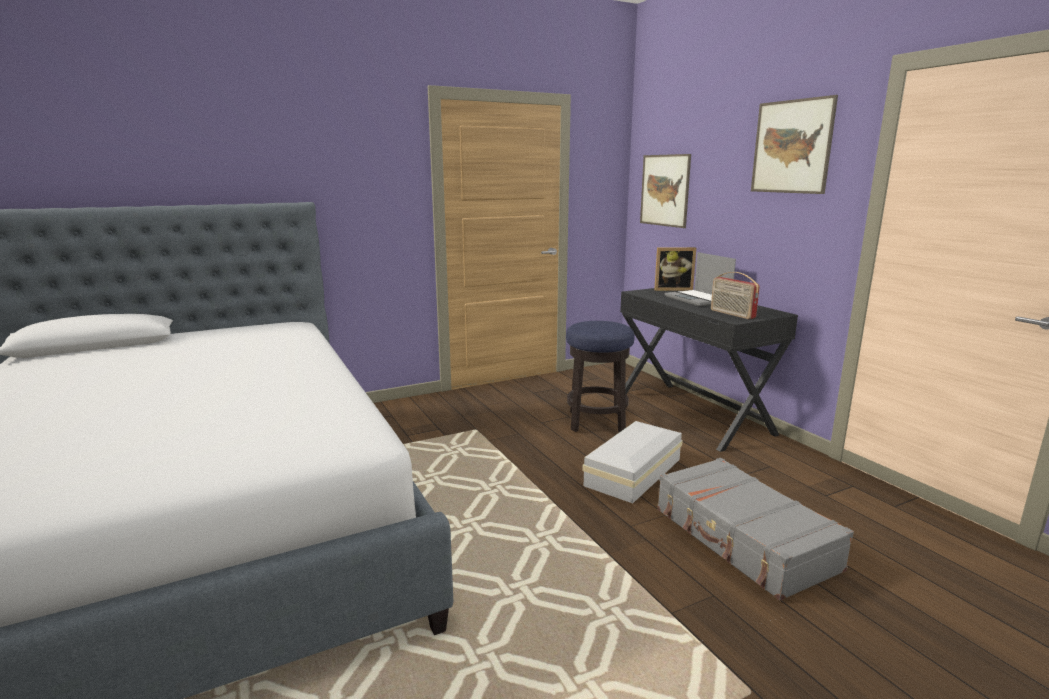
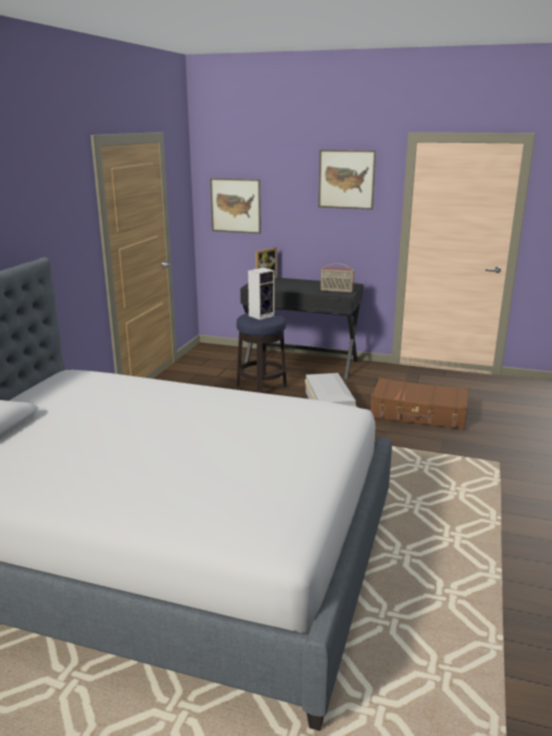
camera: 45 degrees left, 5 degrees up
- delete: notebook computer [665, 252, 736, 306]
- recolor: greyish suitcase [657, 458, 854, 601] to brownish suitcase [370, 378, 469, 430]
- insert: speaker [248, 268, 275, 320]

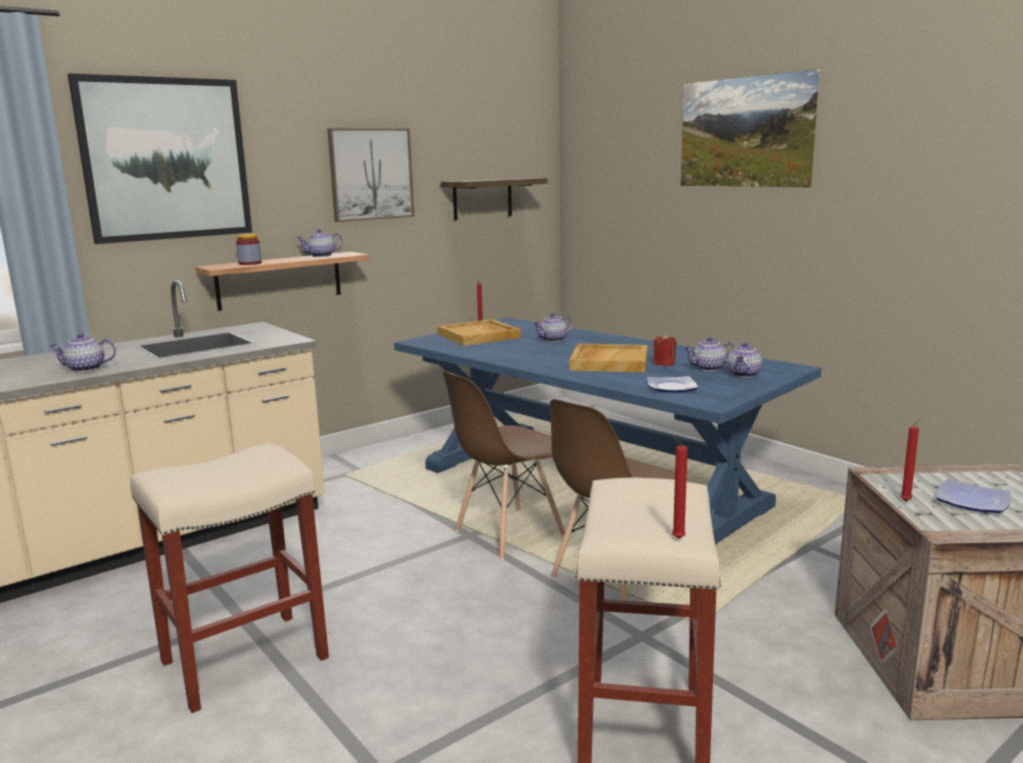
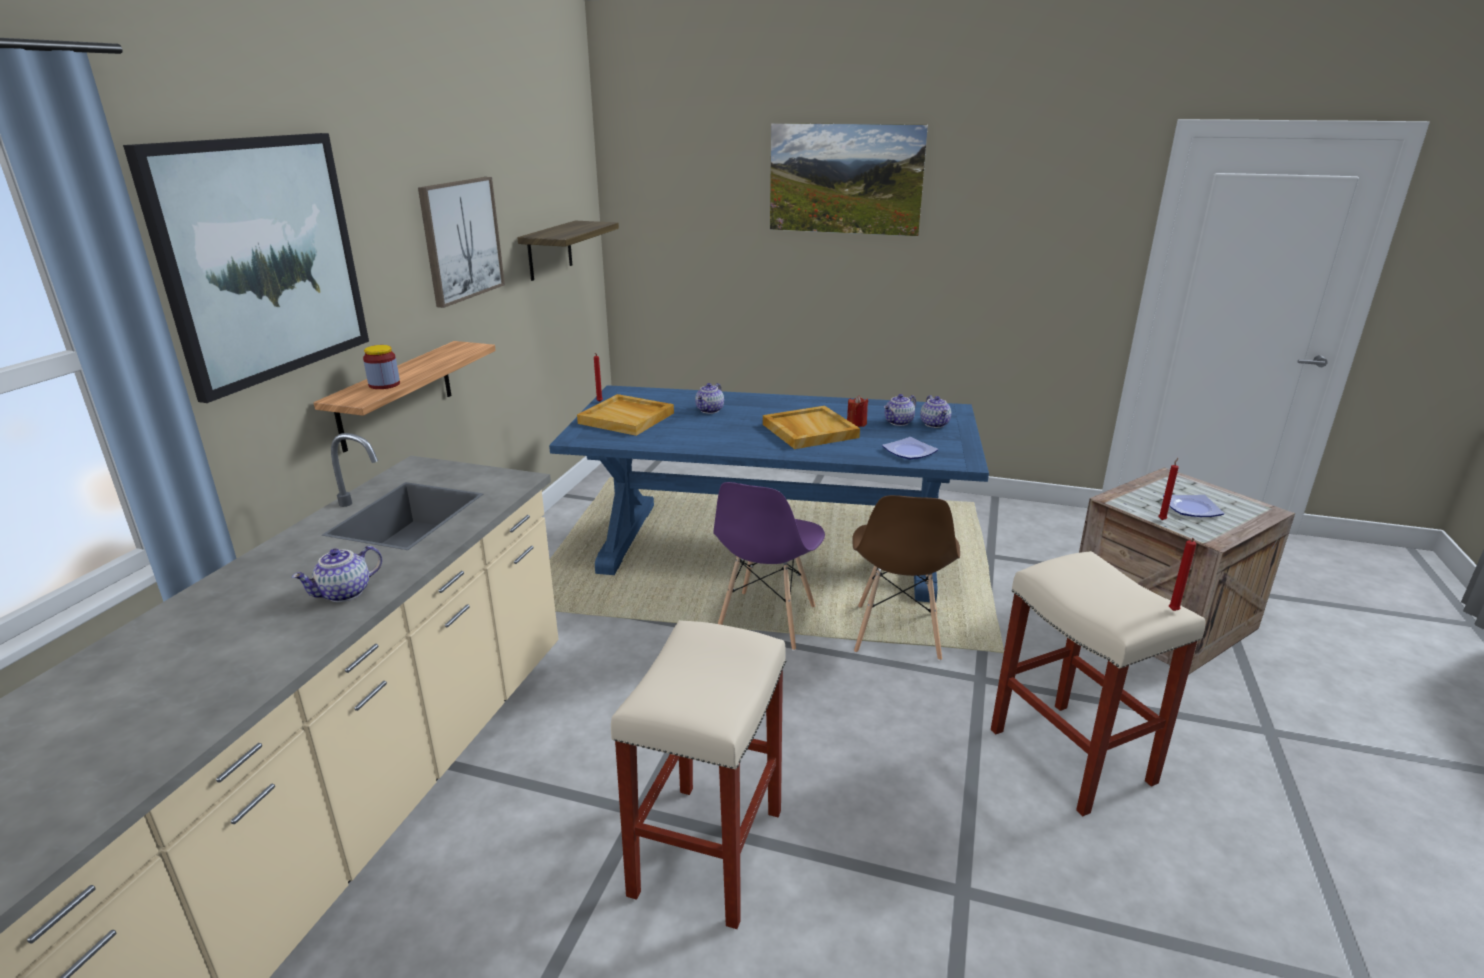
camera: 35 degrees left, 10 degrees up
- delete: pot for tea [297, 229, 343, 257]
- recolor: brownish chair [443, 371, 565, 560] to purplish chair [713, 482, 825, 651]

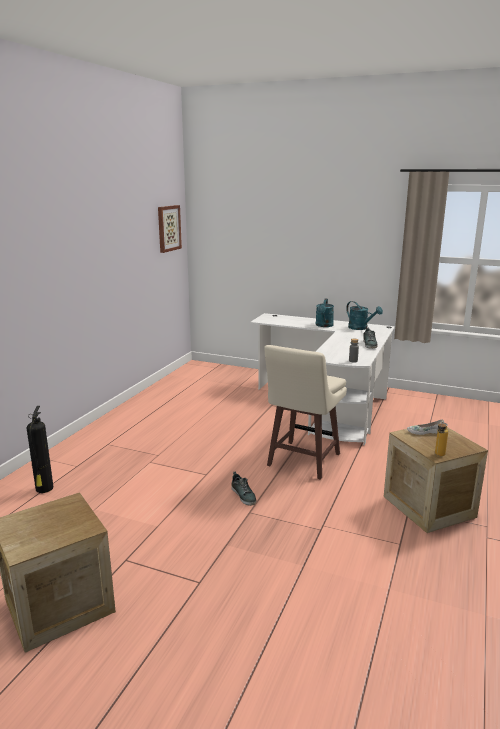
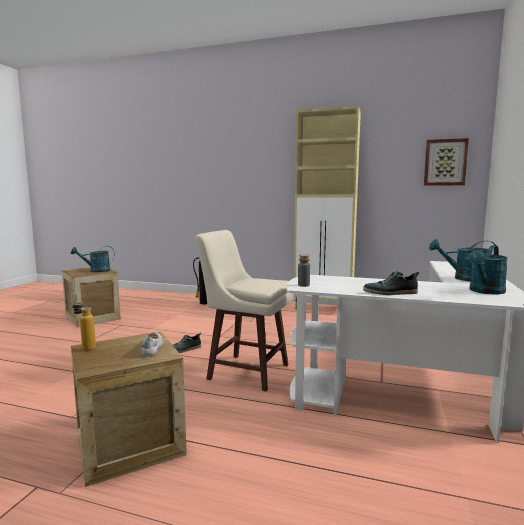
camera: 85 degrees right, 10 degrees down
- insert: sand-coloured storage cabinet [294, 106, 361, 309]
- insert: blue-green watering can [71, 246, 114, 272]

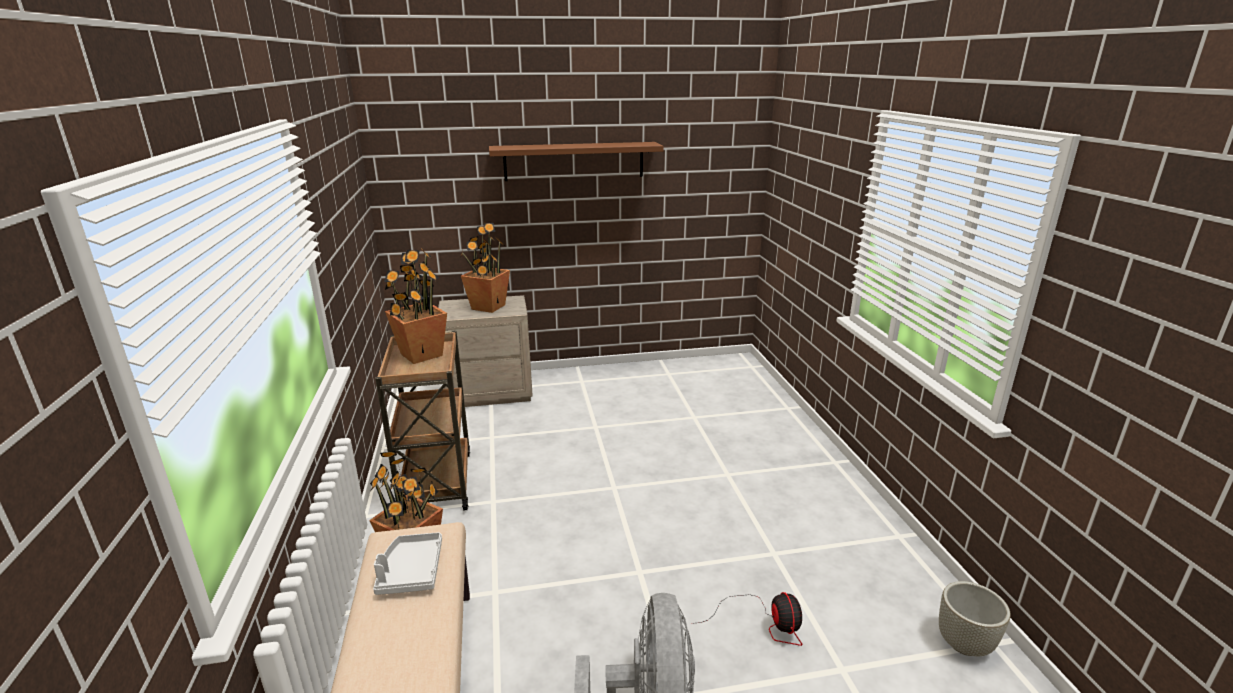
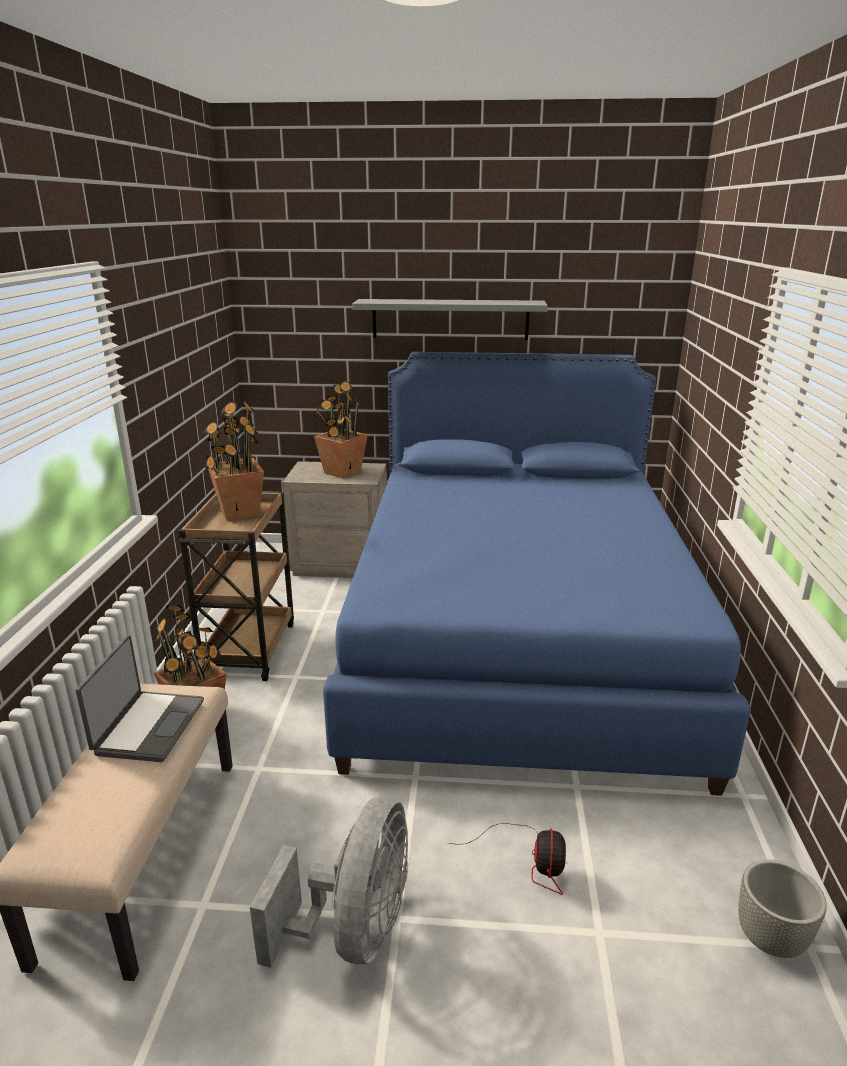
camera: 15 degrees right, 0 degrees up
- recolor: brownish wall shelf [489, 142, 664, 181] to greyish wall shelf [352, 299, 548, 340]
- replace: greyish tray [373, 532, 442, 595] to notebook computer [76, 635, 204, 762]
- insert: blue sleeping bed [323, 352, 751, 796]

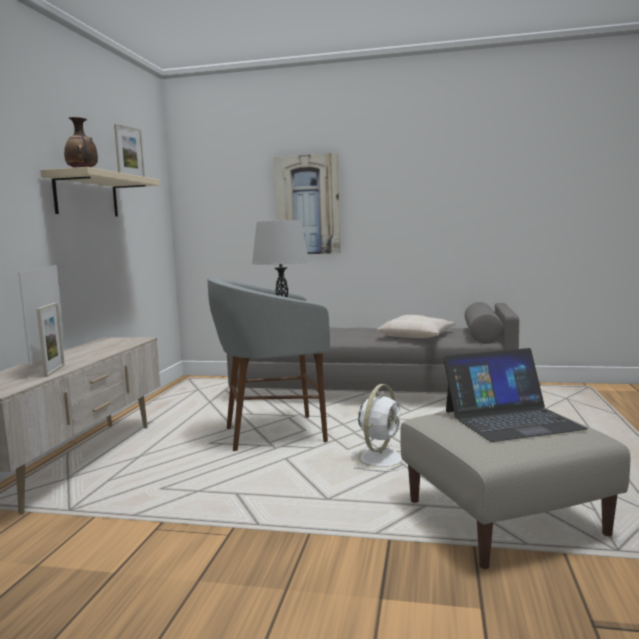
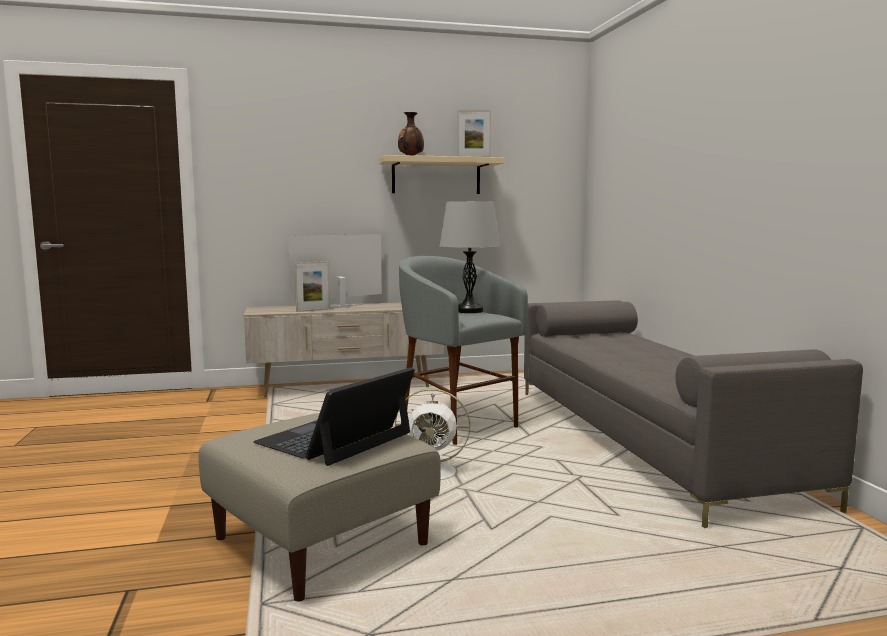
camera: 65 degrees right, 0 degrees up
- delete: wall art [273, 153, 341, 254]
- delete: sand-coloured throw pillow [377, 315, 455, 338]
- rotate: notebook computer [443, 348, 588, 442] = [253, 367, 415, 466] 75 degrees clockwise

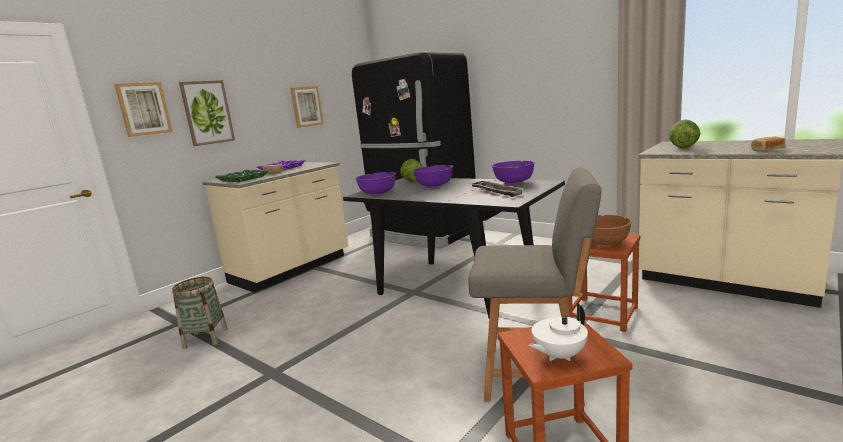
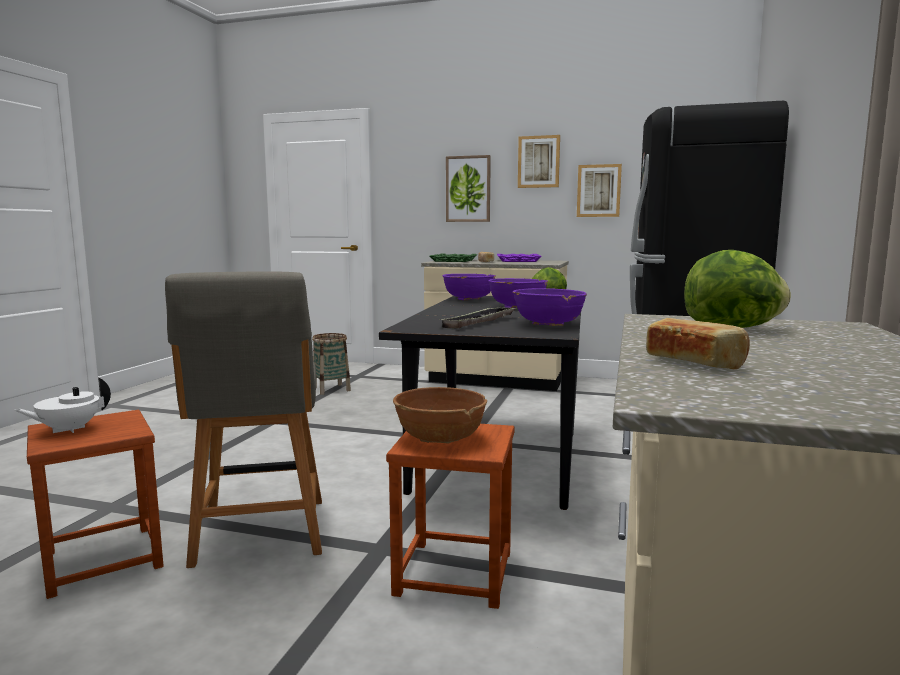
camera: 65 degrees right, 5 degrees down
- move: wall art [114, 82, 173, 137] to [518, 135, 560, 188]
- rotate: white-coloured pot for tea [529, 304, 588, 361] = [14, 377, 111, 433] 75 degrees counterclockwise

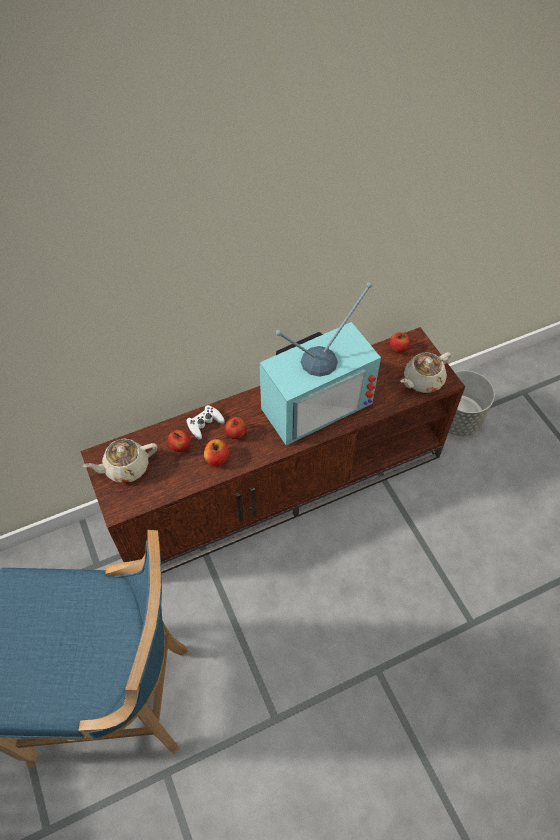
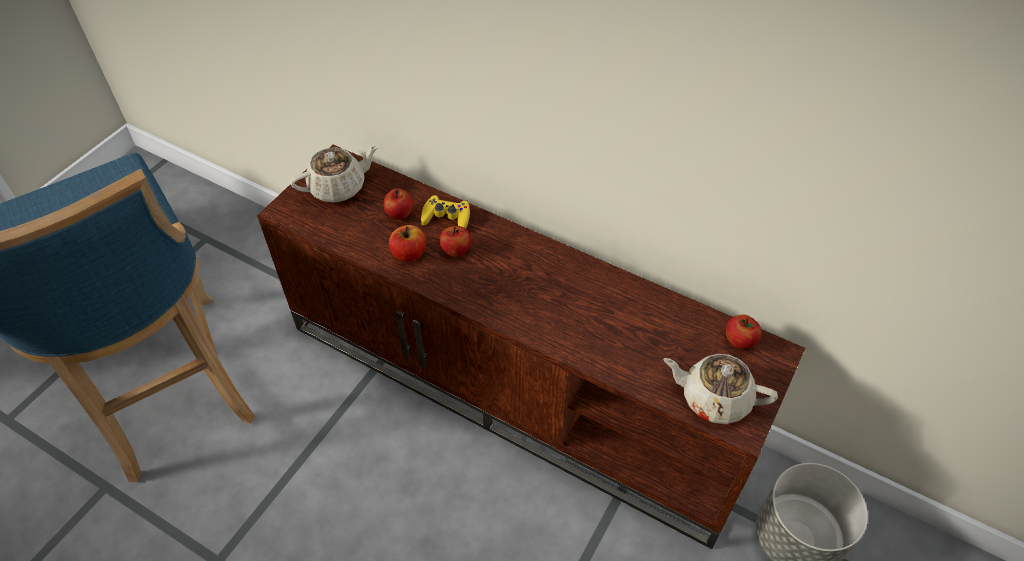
camera: 55 degrees right, 5 degrees down
- delete: TV [259, 282, 381, 446]
- recolor: white-coloured joypad [186, 405, 225, 440] to yellow-coloured joypad [421, 195, 470, 228]
- rotate: sand-coloured pot for tea [83, 439, 157, 483] = [290, 145, 379, 203] 120 degrees clockwise

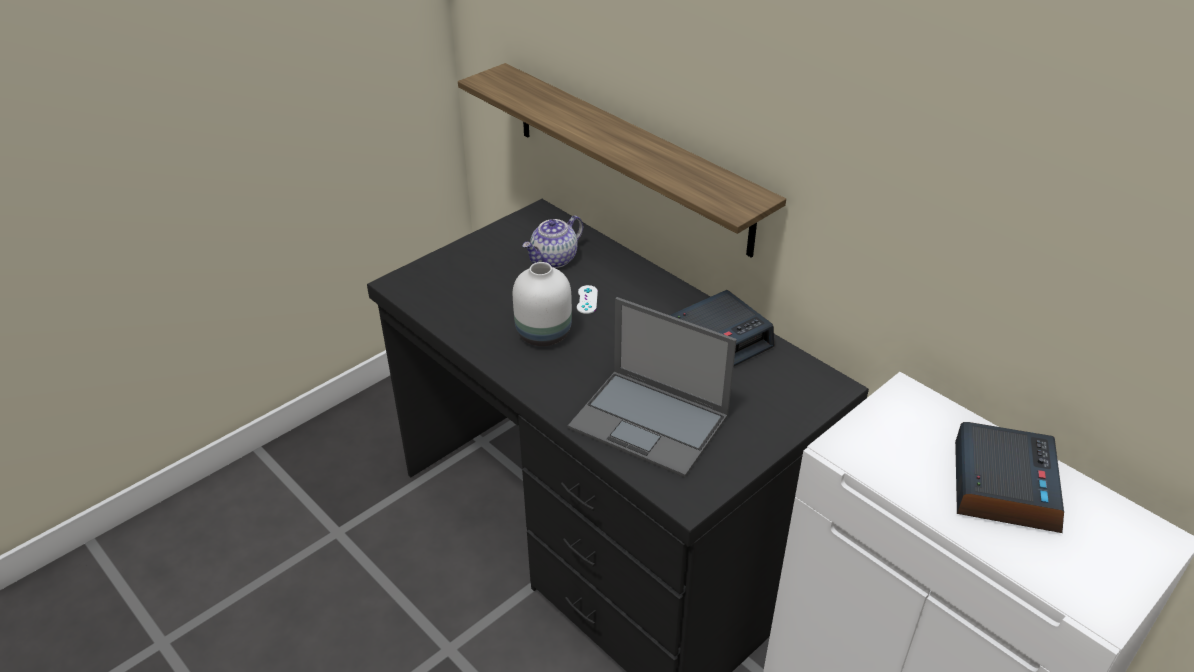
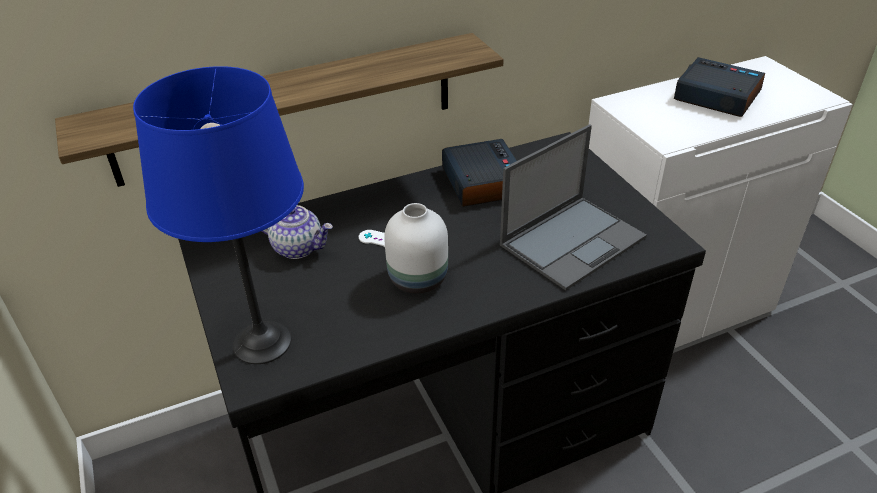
camera: 70 degrees left, 0 degrees up
- rotate: pot for tea [523, 215, 583, 268] = [262, 205, 333, 259] 45 degrees counterclockwise
- insert: blue tabletop lamp [133, 66, 304, 364]

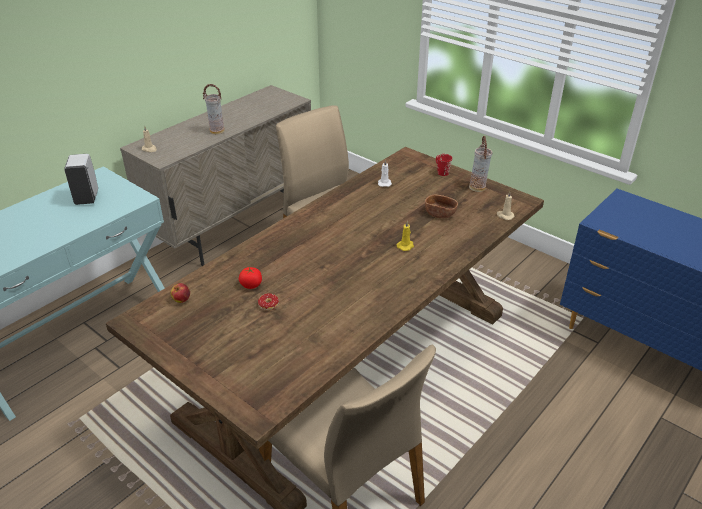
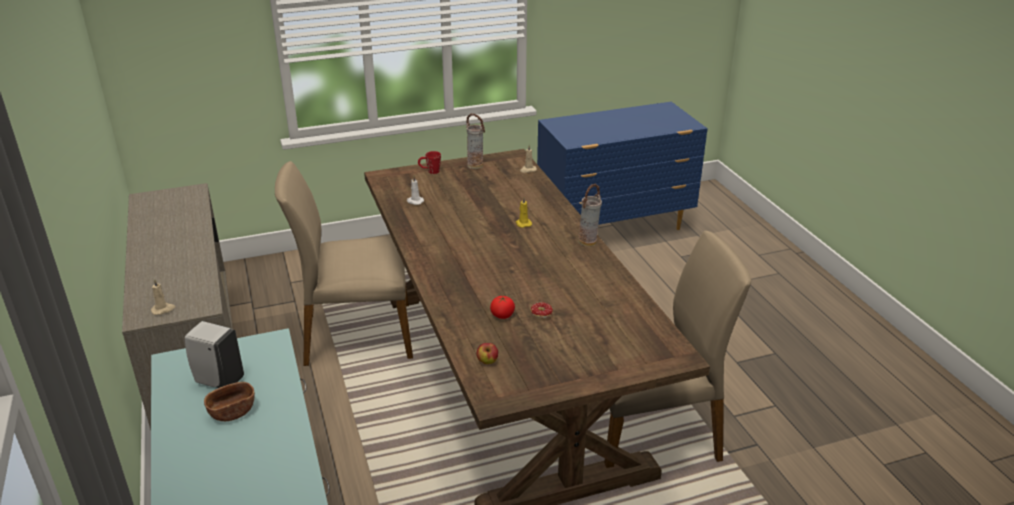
camera: 60 degrees left, 5 degrees down
- move: vase [203, 84, 225, 135] to [578, 184, 602, 247]
- move: brownish deep dish [425, 195, 458, 219] to [204, 382, 255, 421]

